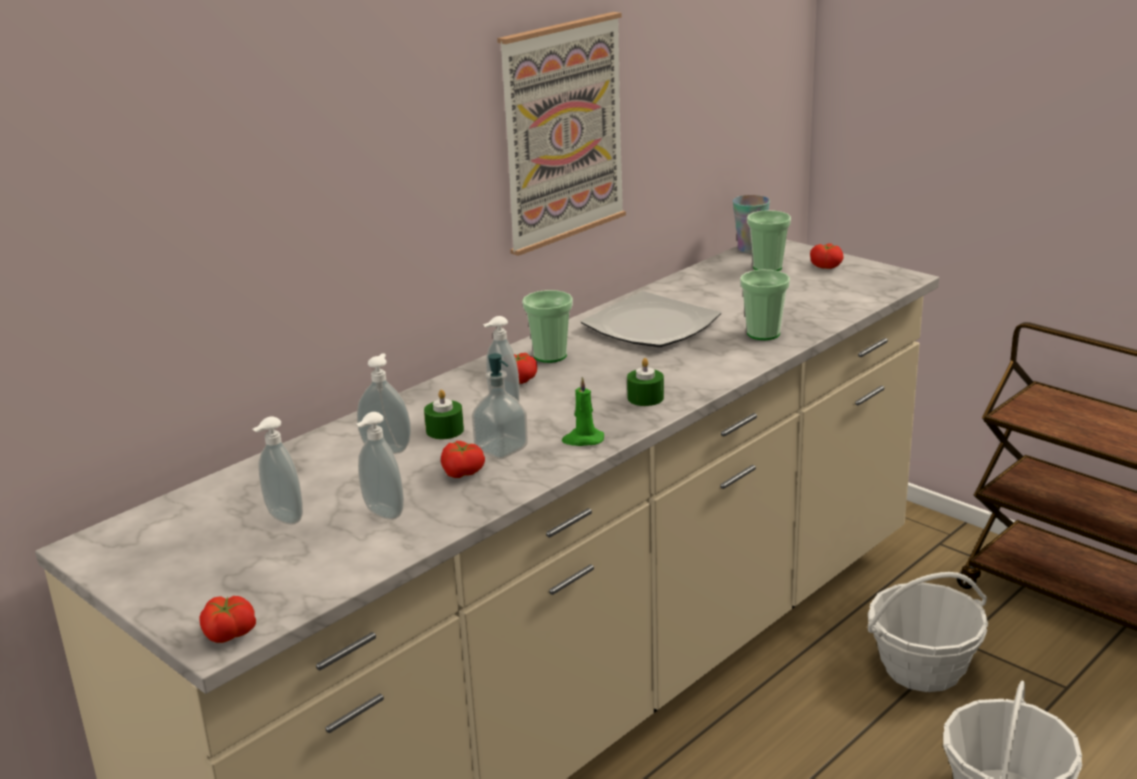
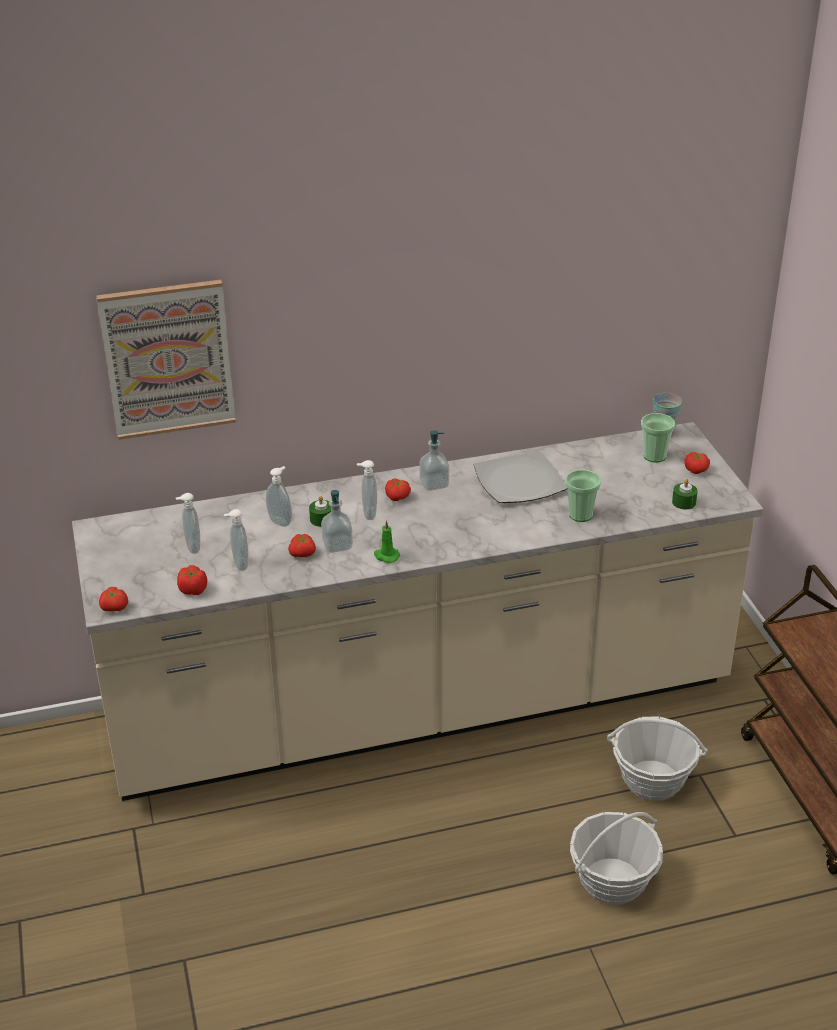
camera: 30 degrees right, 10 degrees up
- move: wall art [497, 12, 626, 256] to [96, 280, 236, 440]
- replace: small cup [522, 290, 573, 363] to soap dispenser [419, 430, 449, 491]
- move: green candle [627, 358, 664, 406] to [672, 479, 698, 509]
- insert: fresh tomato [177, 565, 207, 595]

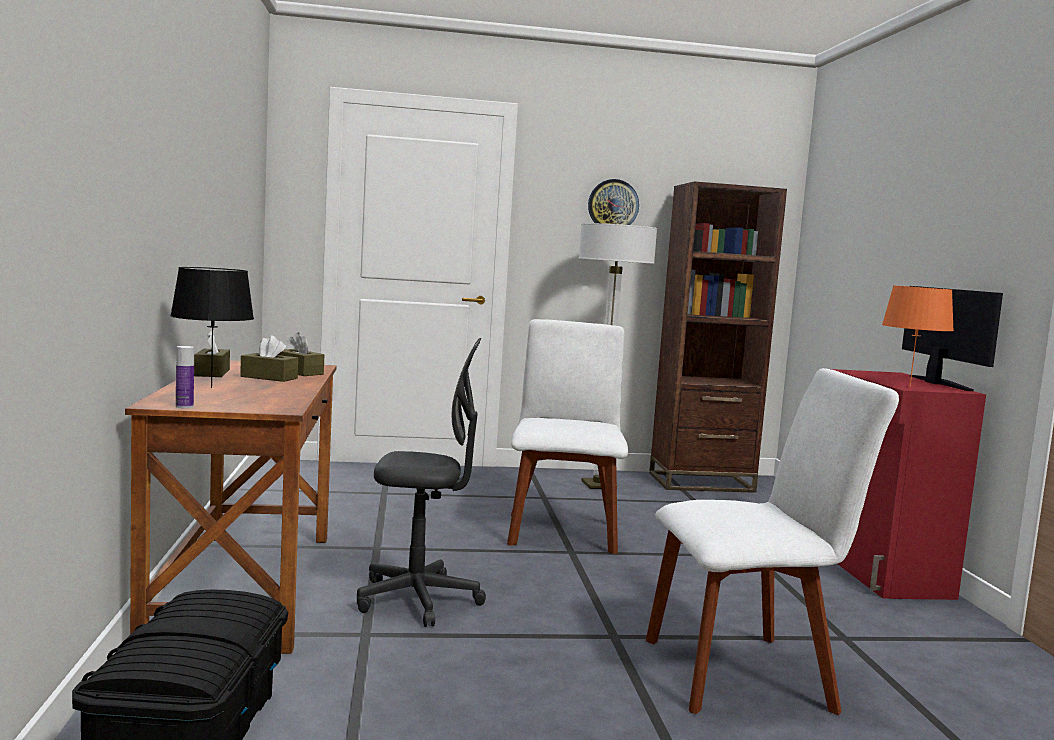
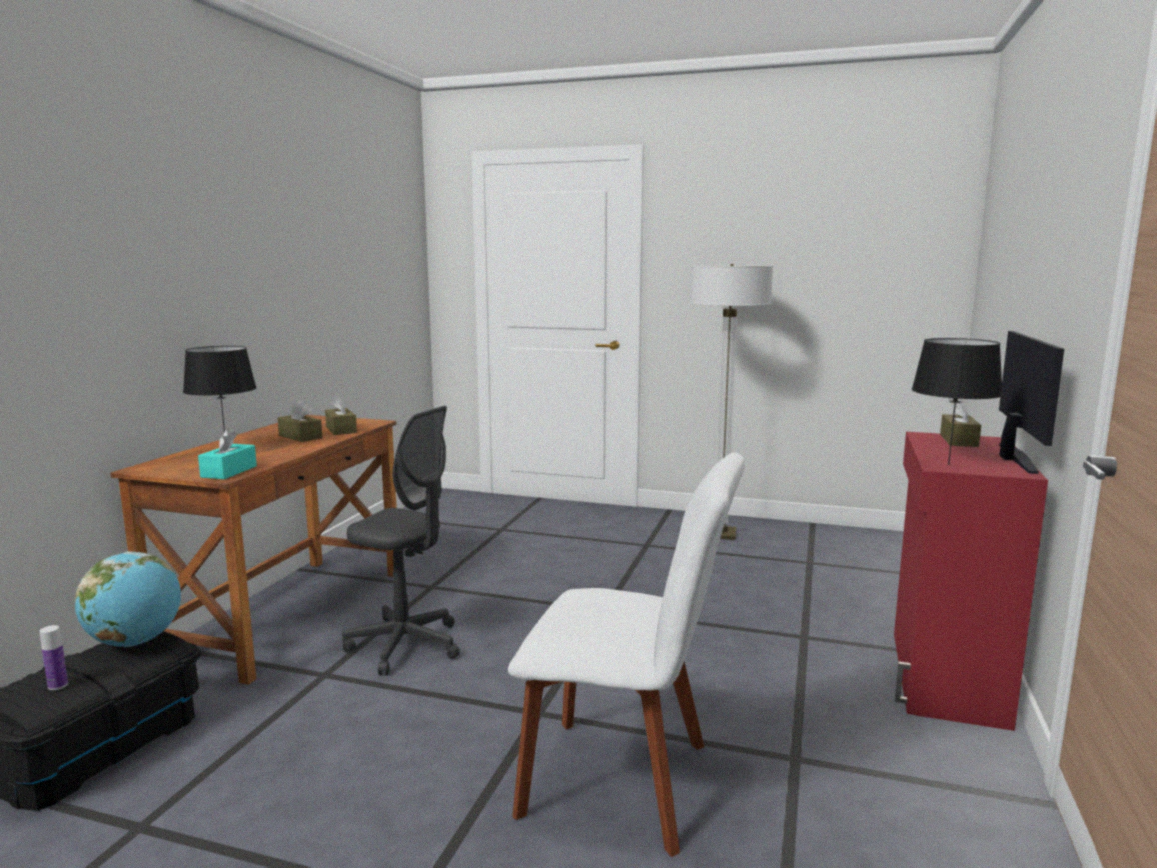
camera: 25 degrees right, 5 degrees up
- delete: clock on the wall [588, 179, 639, 225]
- delete: brownish bookcase [649, 181, 787, 493]
- recolor: orange tabletop lamp [882, 285, 954, 387] to black-coloured tabletop lamp [912, 338, 1003, 465]
- delete: white-coloured chair [507, 319, 628, 554]
- move: brownish box of tissues [194, 331, 230, 377] to [940, 399, 981, 447]
- move: drink bottle [176, 346, 194, 408] to [39, 625, 68, 690]
- insert: blue-green box of tissues [198, 429, 257, 479]
- insert: desk globe [75, 552, 181, 647]

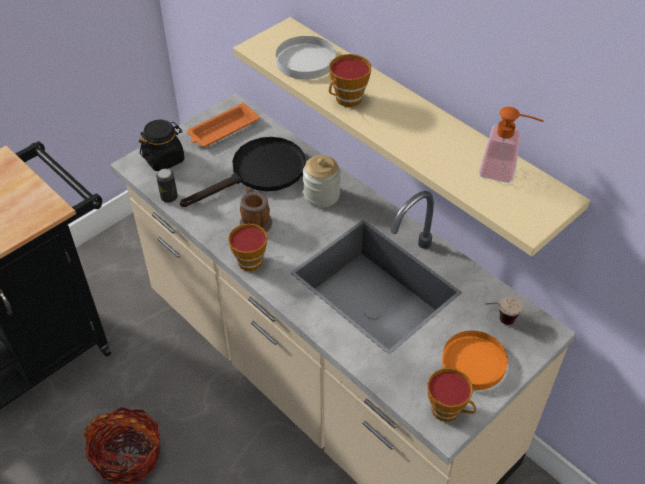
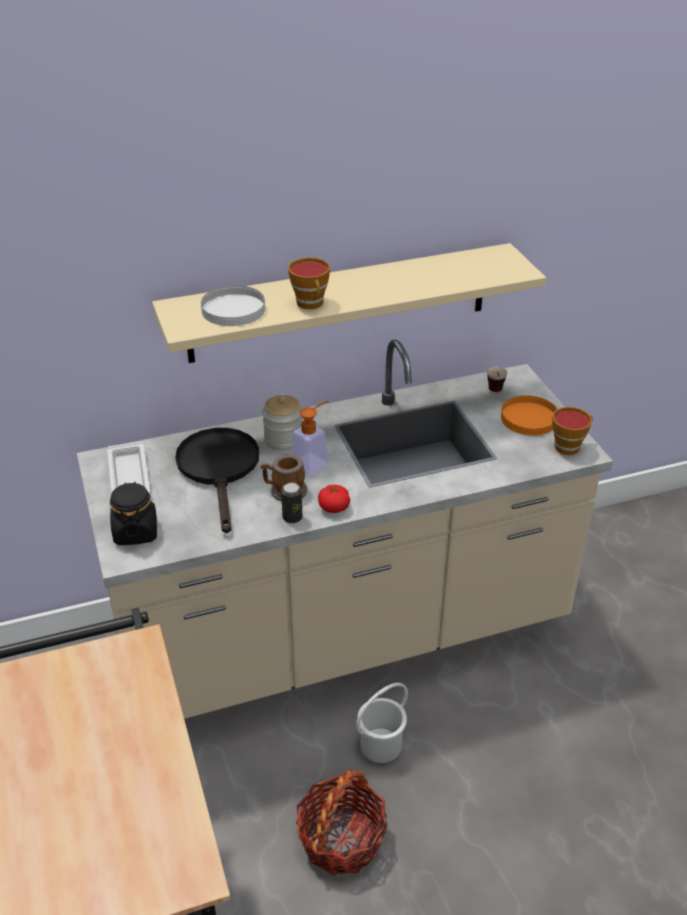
camera: 65 degrees left, 10 degrees down
- recolor: orange tray [187, 103, 260, 147] to white-coloured tray [107, 442, 150, 494]
- move: soap dispenser [479, 107, 544, 183] to [291, 401, 329, 476]
- move: metal can [156, 169, 178, 203] to [281, 482, 302, 523]
- replace: small cup [228, 224, 268, 271] to fresh tomato [318, 485, 350, 513]
- insert: white-coloured water bucket [356, 683, 408, 763]

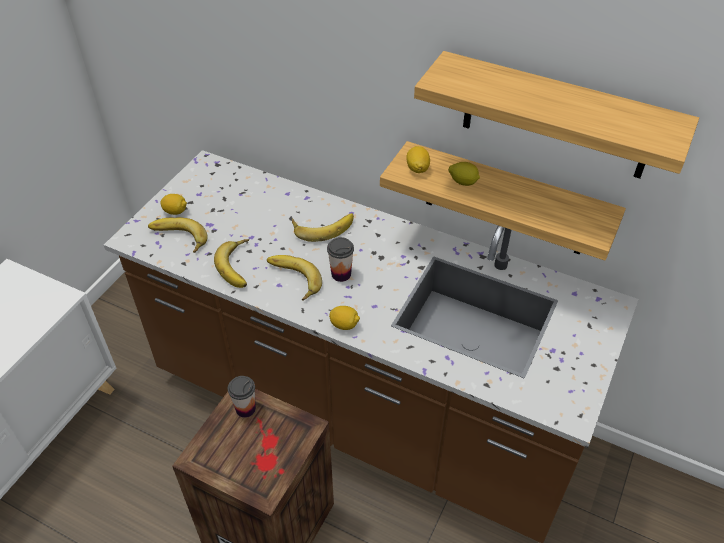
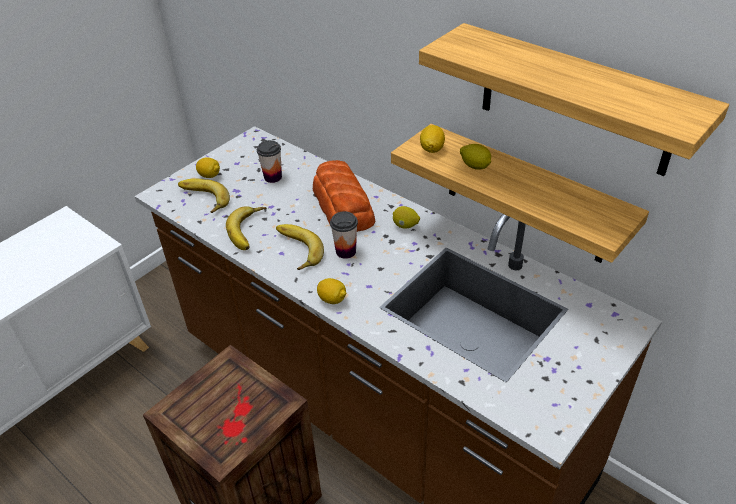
camera: 15 degrees right, 5 degrees down
- replace: banana [292, 213, 354, 242] to baked bread [313, 160, 376, 232]
- move: small cup [228, 376, 256, 418] to [257, 140, 282, 183]
- insert: whole lemon [393, 206, 420, 228]

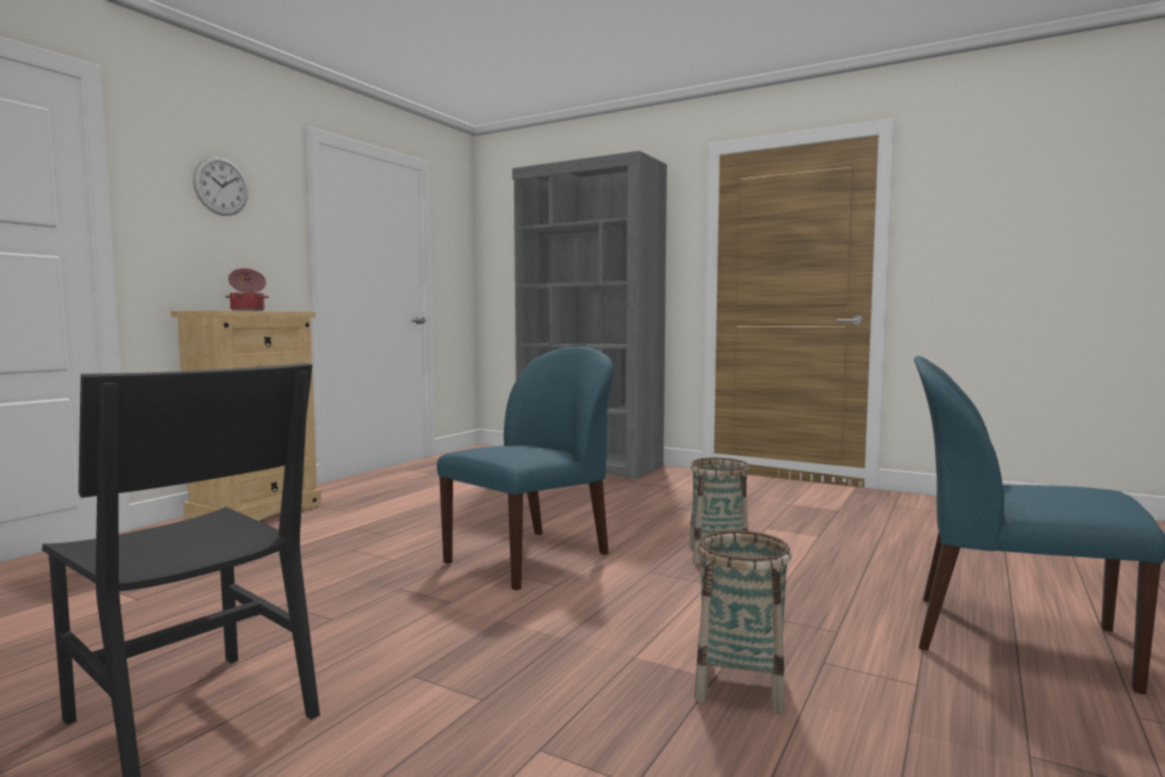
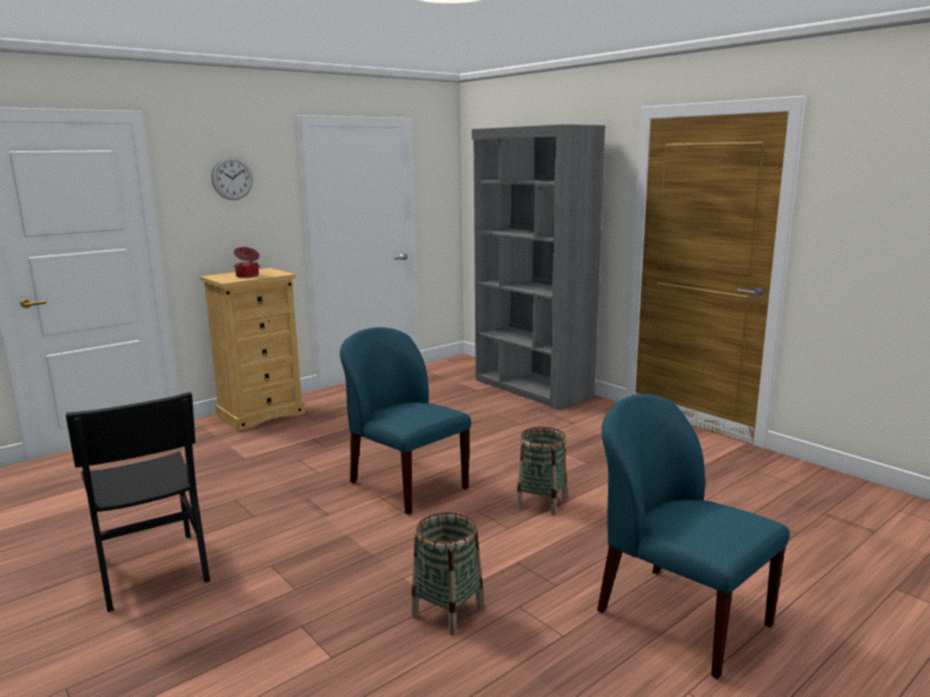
camera: 20 degrees right, 10 degrees up
- rotate: blue chair [437, 347, 613, 591] = [340, 327, 471, 515] 105 degrees counterclockwise

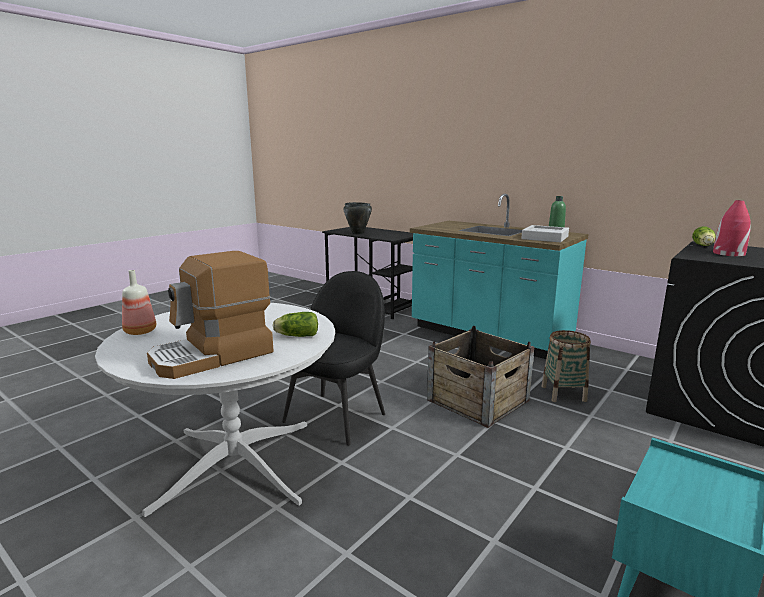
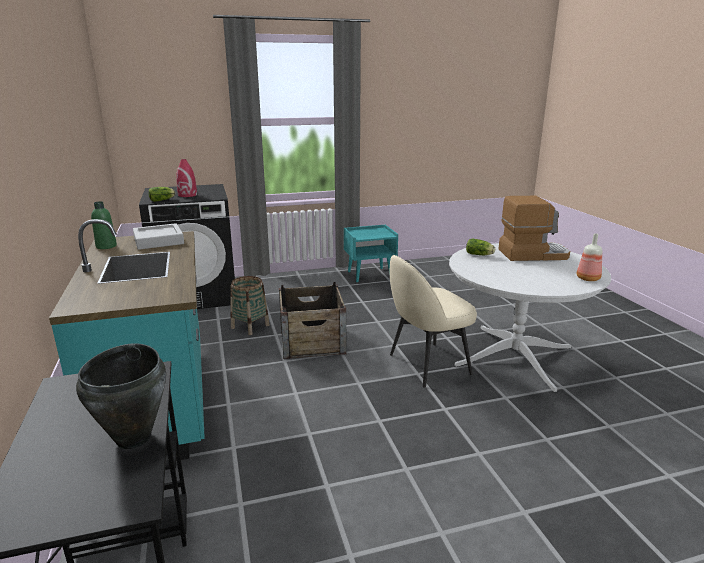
camera: 145 degrees left, 5 degrees up
- recolor: black-coloured chair [282, 271, 385, 446] to sand-coloured chair [390, 255, 477, 388]

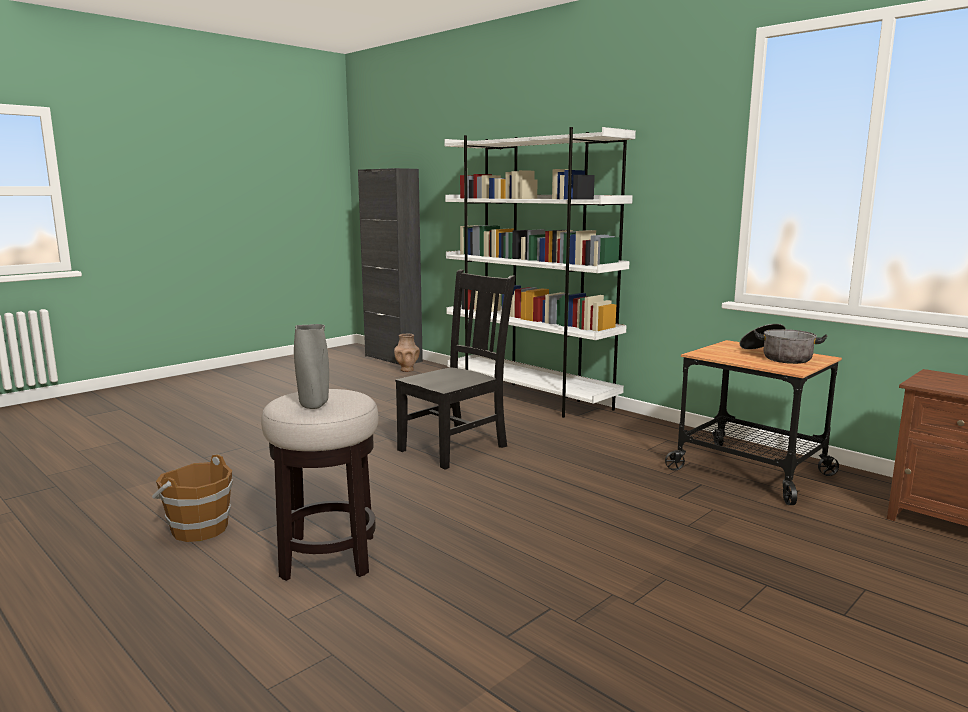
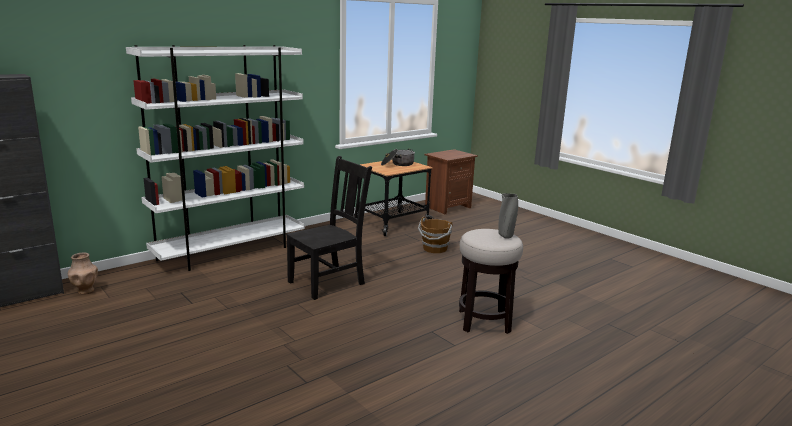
camera: 85 degrees left, 5 degrees up
- rotate: black-coloured chair [395, 270, 516, 470] = [286, 156, 372, 300] 90 degrees clockwise
- move: brownish water bucket [152, 454, 233, 542] to [418, 217, 453, 253]

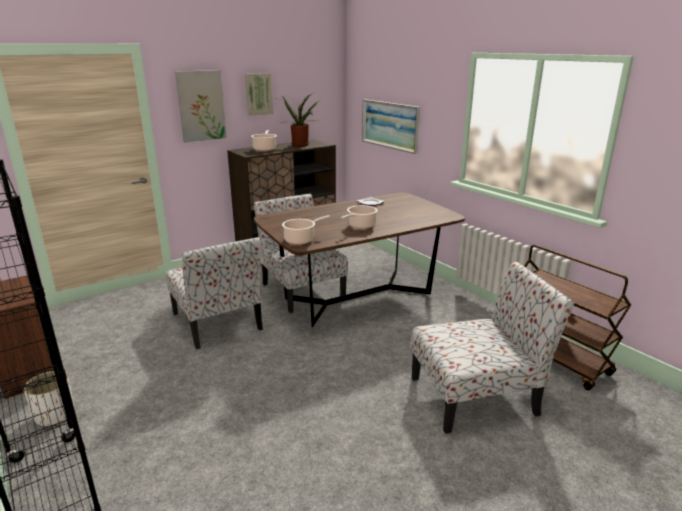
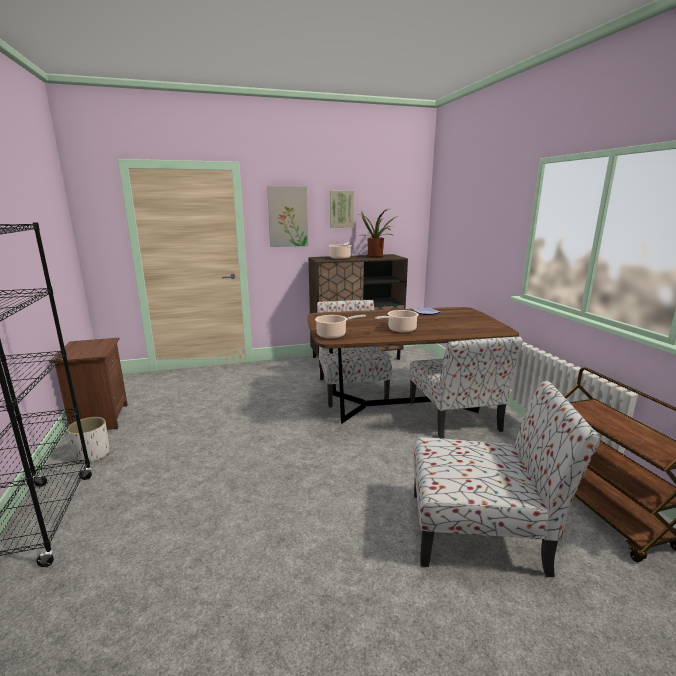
camera: 20 degrees right, 5 degrees down
- delete: wall art [362, 99, 420, 154]
- move: chair [166, 237, 263, 349] to [409, 337, 523, 439]

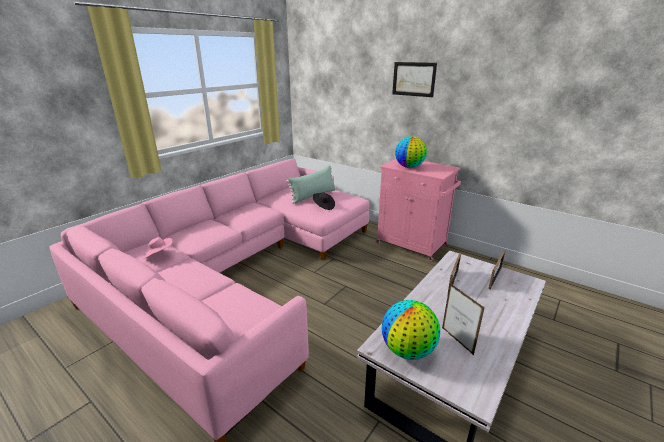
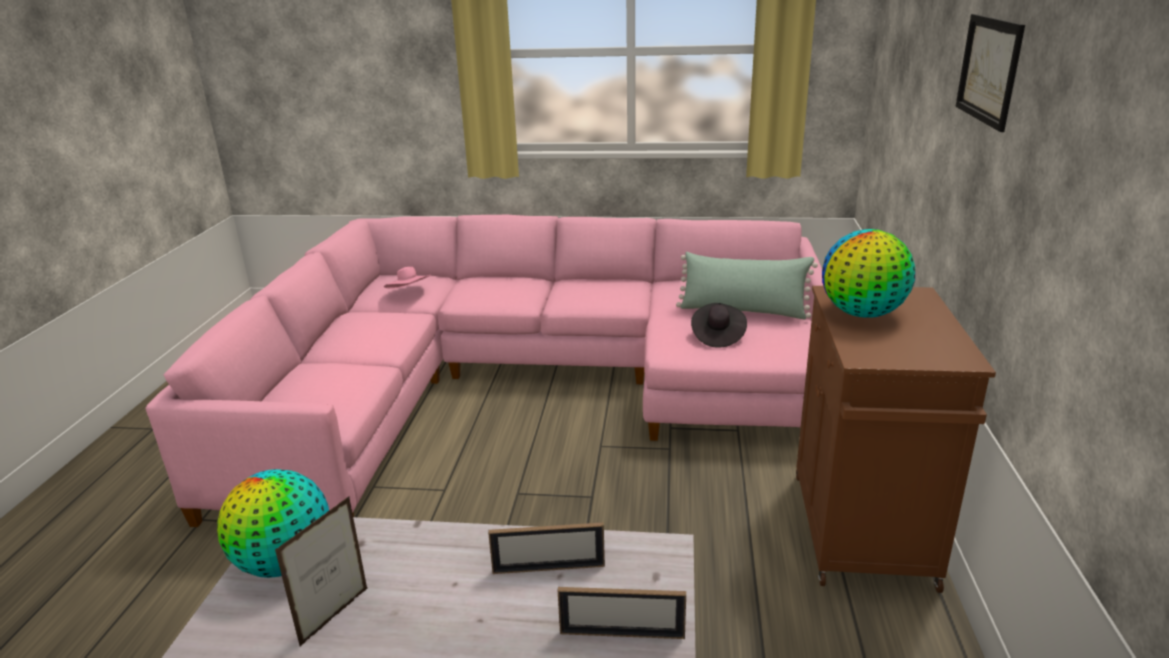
camera: 60 degrees right, 0 degrees up
- recolor: pink storage cabinet [376, 159, 461, 262] to brownish storage cabinet [796, 286, 996, 593]

